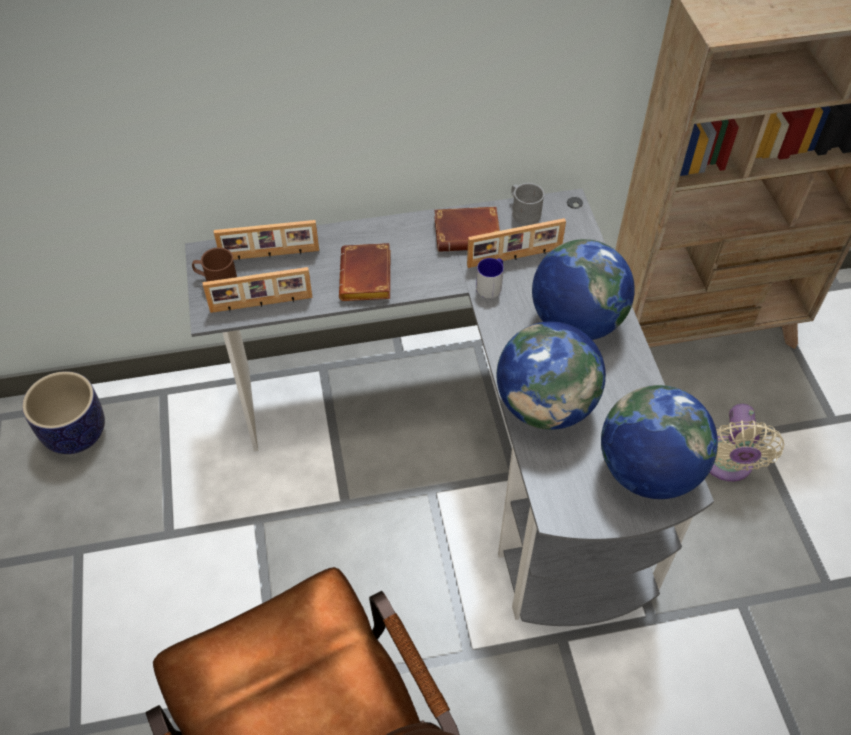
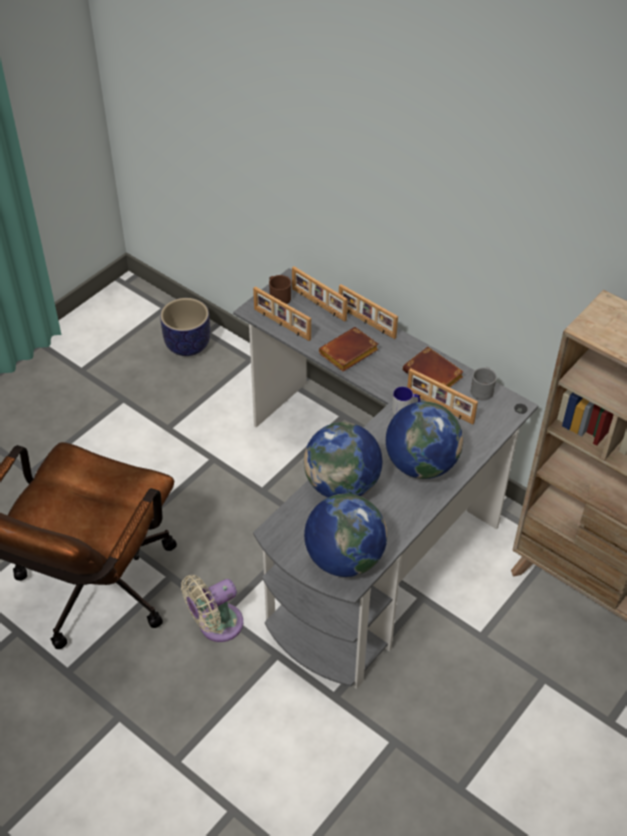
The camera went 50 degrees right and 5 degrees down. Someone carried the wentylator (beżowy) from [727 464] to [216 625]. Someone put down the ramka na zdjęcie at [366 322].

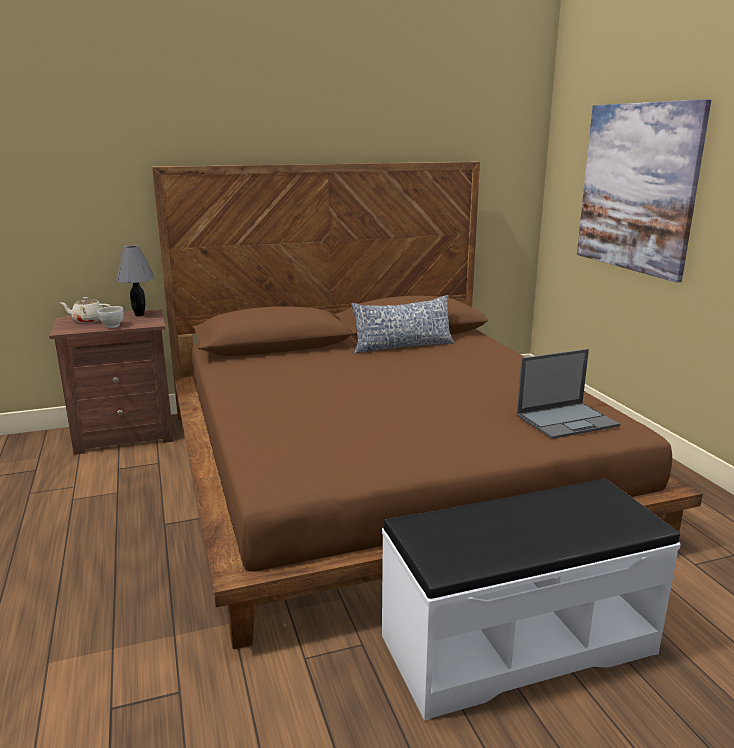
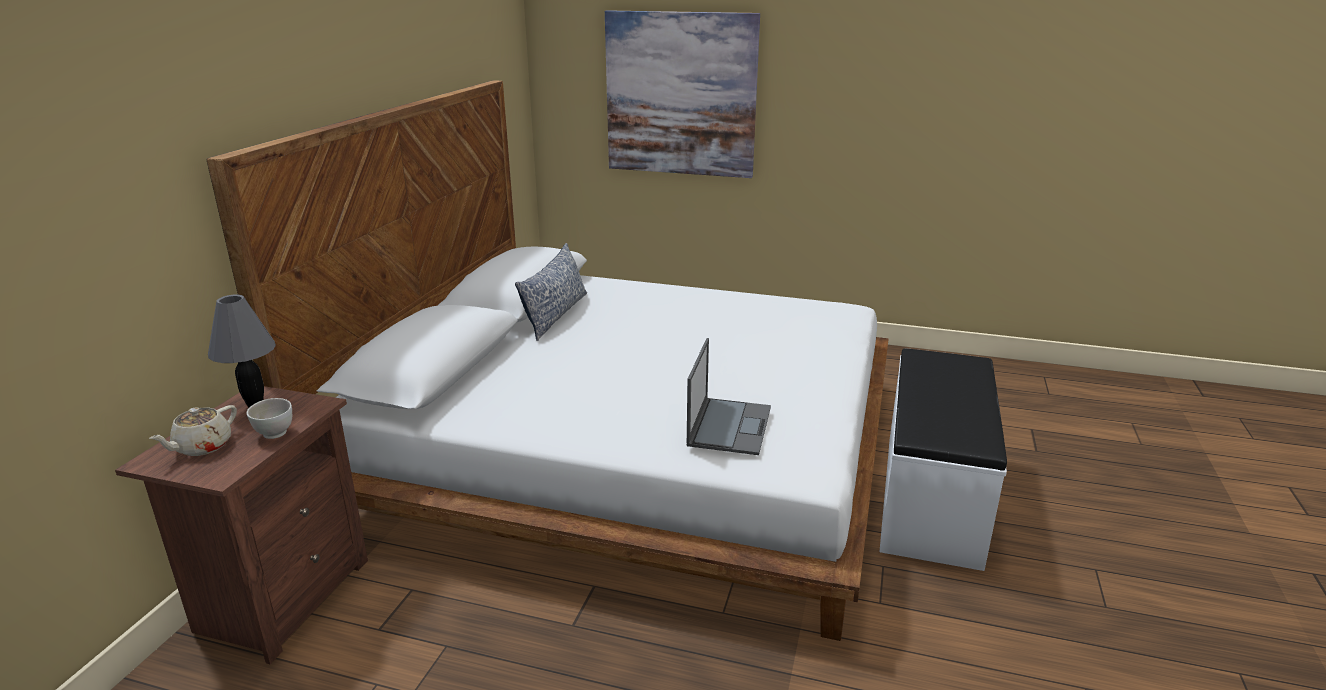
The camera went 55 degrees left and 5 degrees up. Someone repainted the łóżko (brązowy) at [385 470], which became the łóżko (biały) at [632 449]. Someone carried the laptop from [567 420] to [729 425].

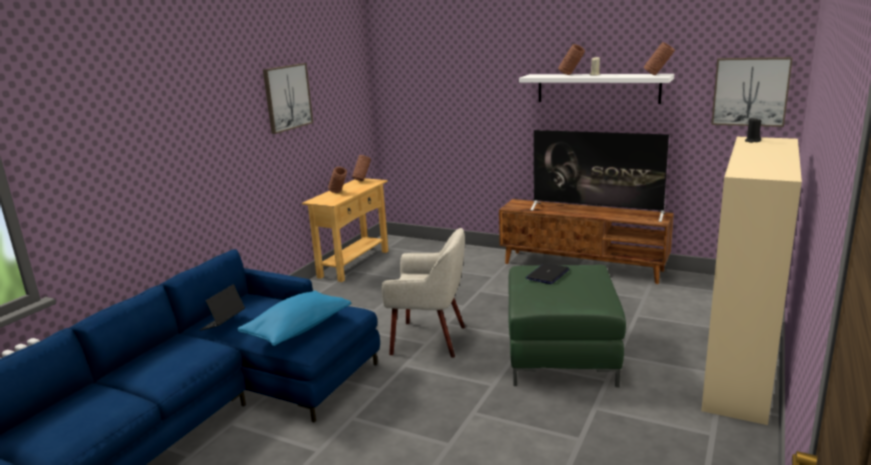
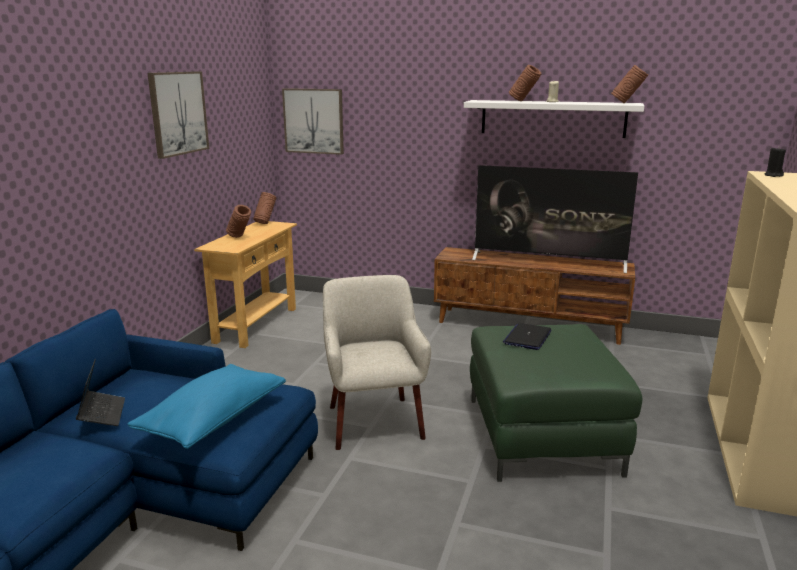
The camera went 10 degrees left and 0 degrees up. Someone rotated the laptop at [223 323] by 150 degrees clockwise. Someone rotated the fotel (beżowy) at [429 339] by 105 degrees counterclockwise. Someone carried the obraz from [750 91] to [313 121].

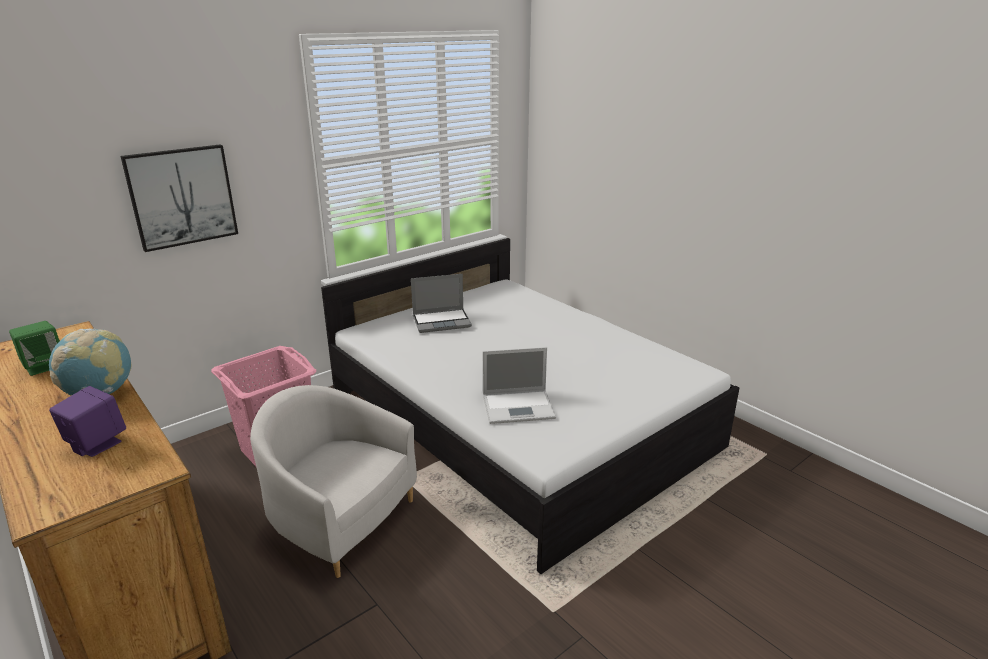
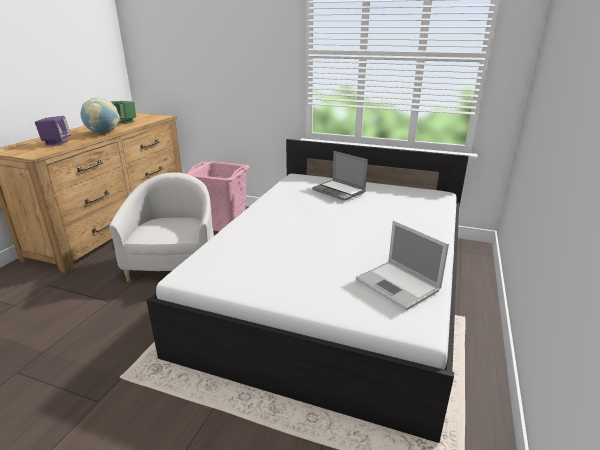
The camera went 60 degrees right and 0 degrees up. Someone took away the obraz at [182 196]. Someone carried the laptop from [519 406] to [398 285].

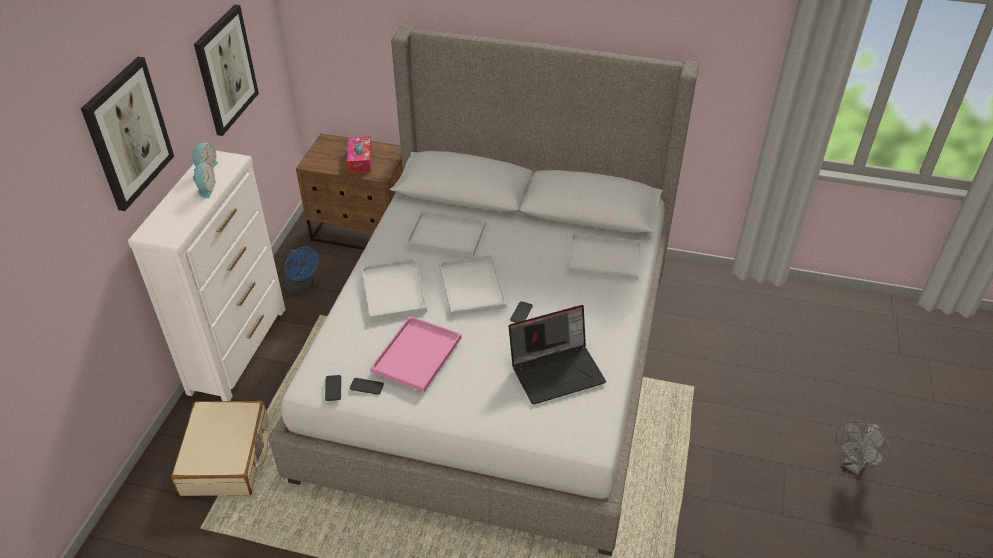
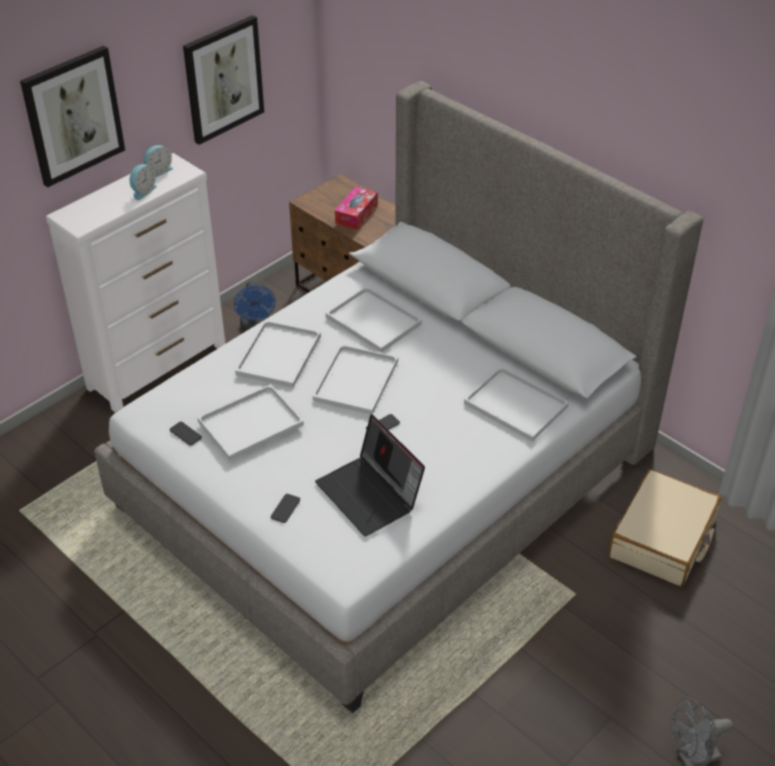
The camera went 30 degrees right and 0 degrees up. Someone carried the walizka (beżowy) from [226 457] to [663 539]. Someone carried the telefon from [333 388] to [285 508]. Someone repainted the taca (różowy) at [416 353], which became the taca (biały) at [251 422]. Someone rotated the laptop at [557 370] by 45 degrees clockwise.

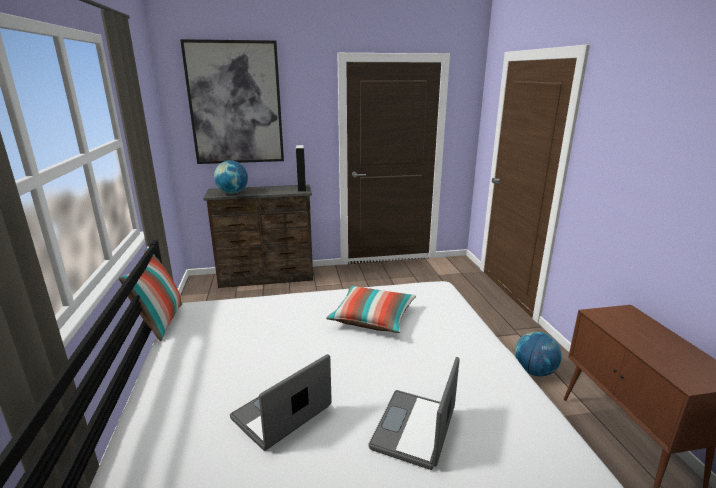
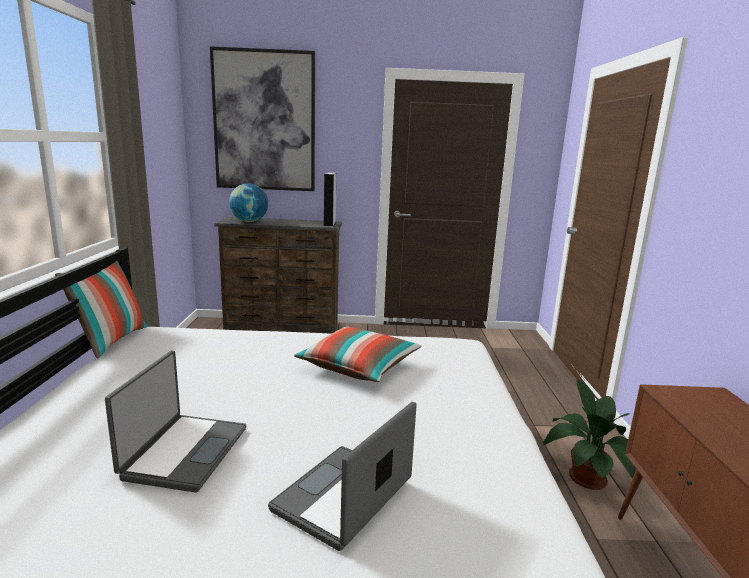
The camera went 10 degrees right and 5 degrees down. Someone rotated the laptop at [282 414] by 135 degrees clockwise. Someone swapped the globus at [534 371] for the roślina doniczkowa at [585 475].

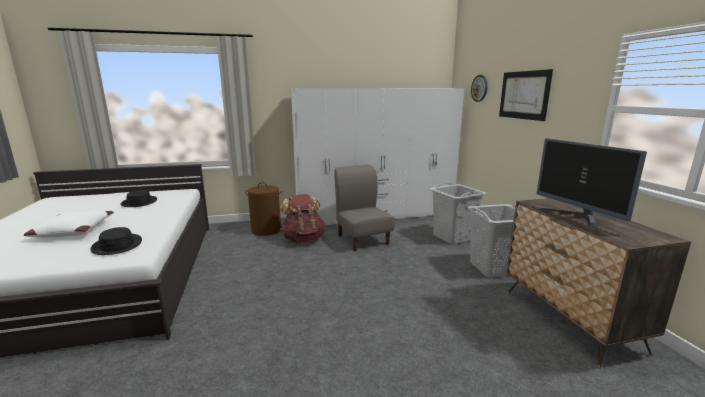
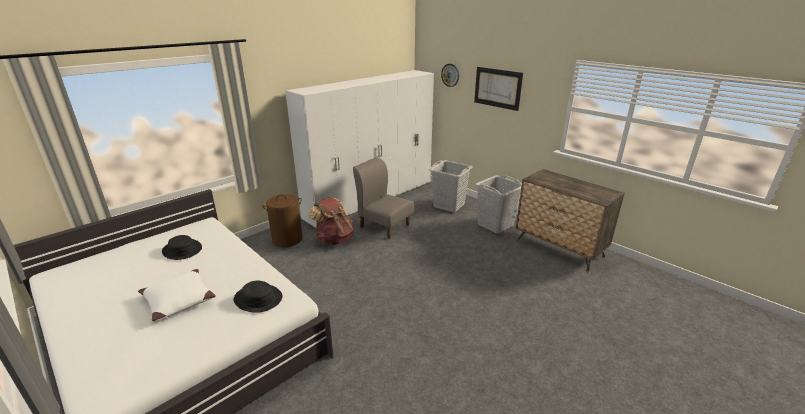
The camera went 30 degrees left and 10 degrees up. Someone took away the monitor at [577 218].

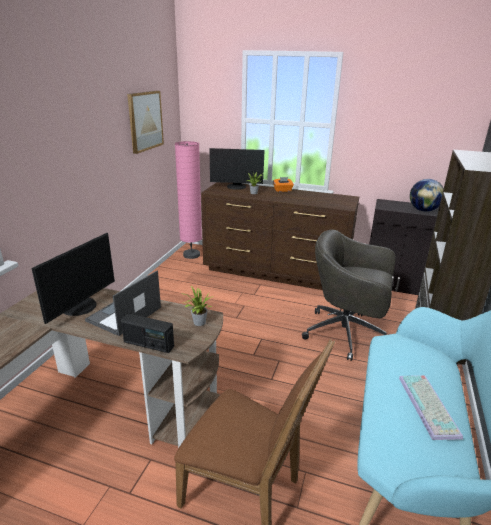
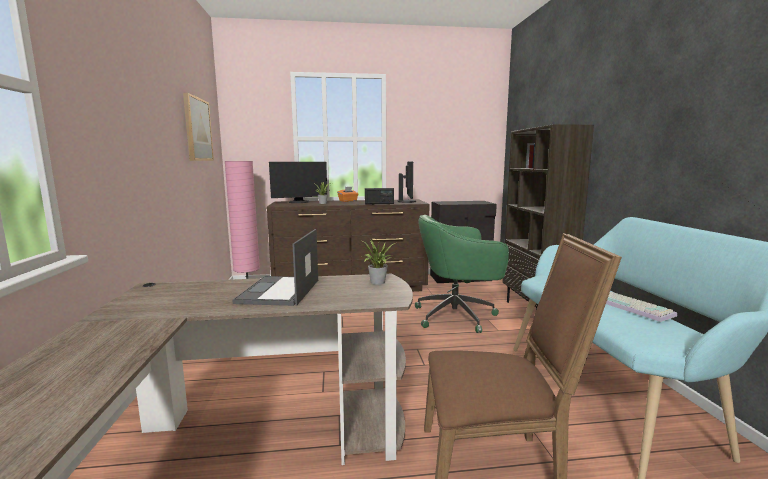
The camera went 25 degrees left and 15 degrees down. Someone carried the monitor from [81 307] to [407 201]. Someone carried the radio from [148 344] to [379 204]. Someone repainted the krzesło biurowe (szary) at [346 334], which became the krzesło biurowe (zielony) at [457 316]. Someone took away the globus at [423 210].

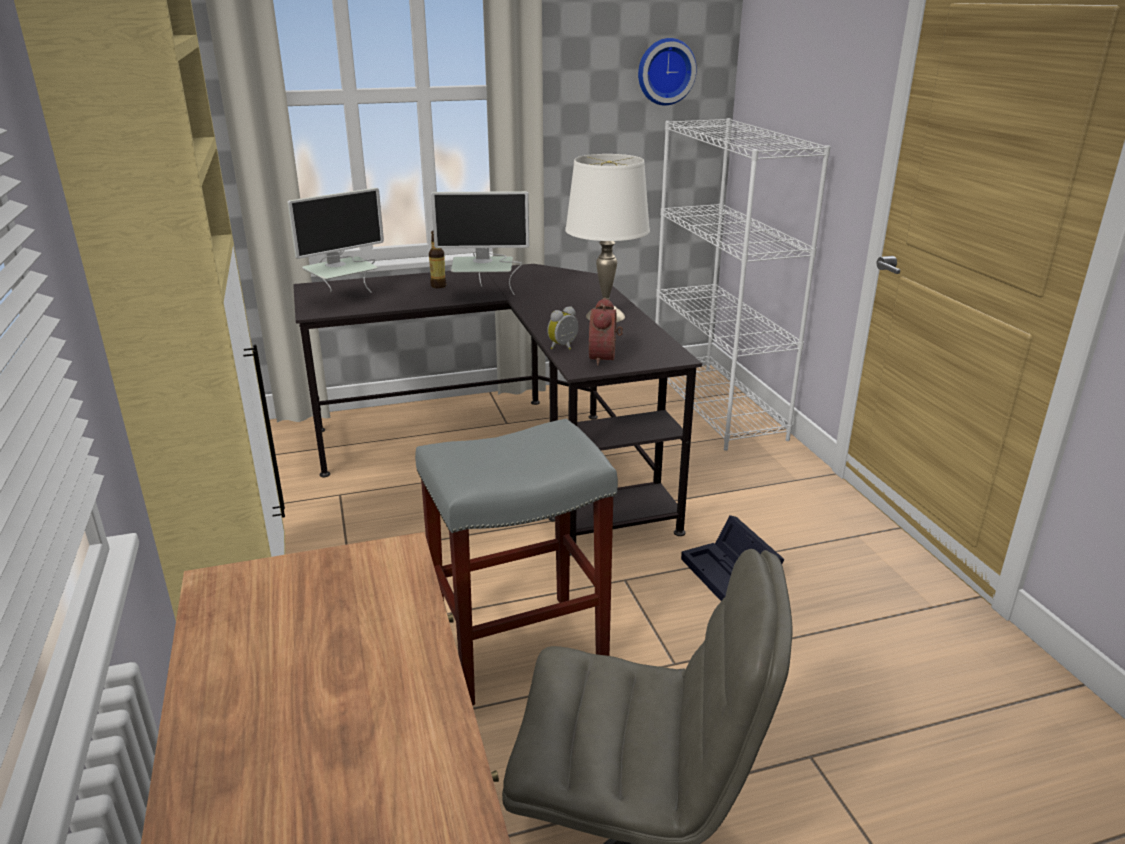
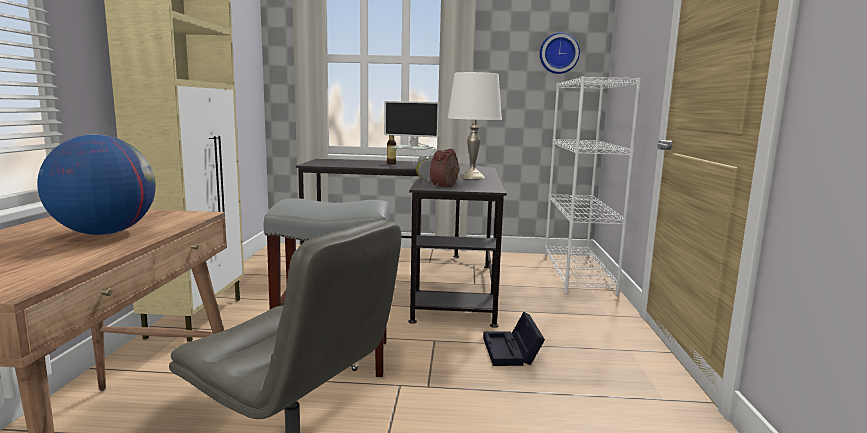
The camera went 20 degrees right and 15 degrees down. Someone took away the monitor at [344 299]. Someone put down the globus at [104 233].

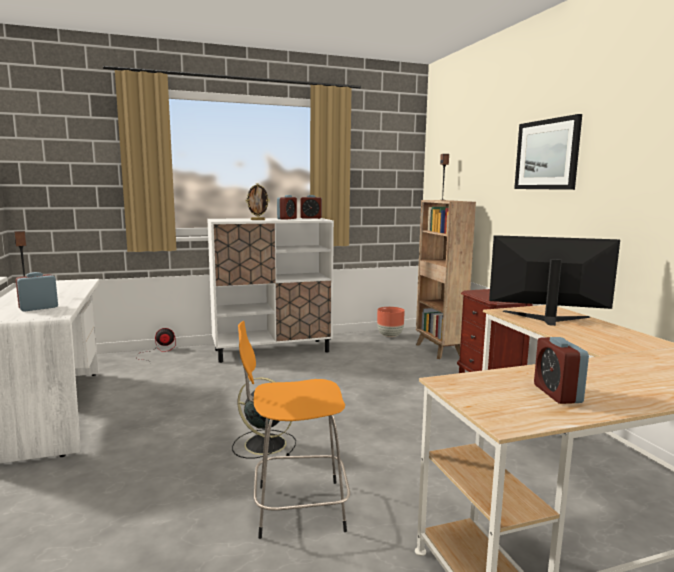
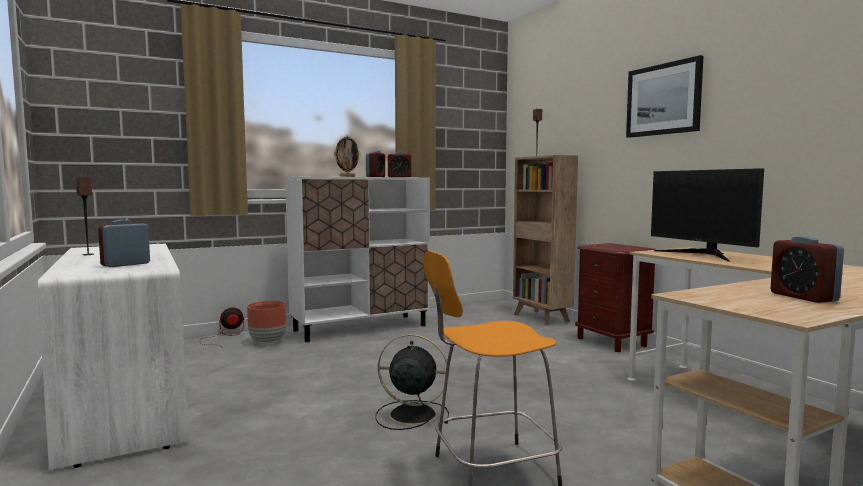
The camera went 10 degrees left and 5 degrees down. Someone carried the donica (brązowy) from [390 336] to [268 342]. Someone rotated the monitor at [548 318] by 120 degrees counterclockwise.

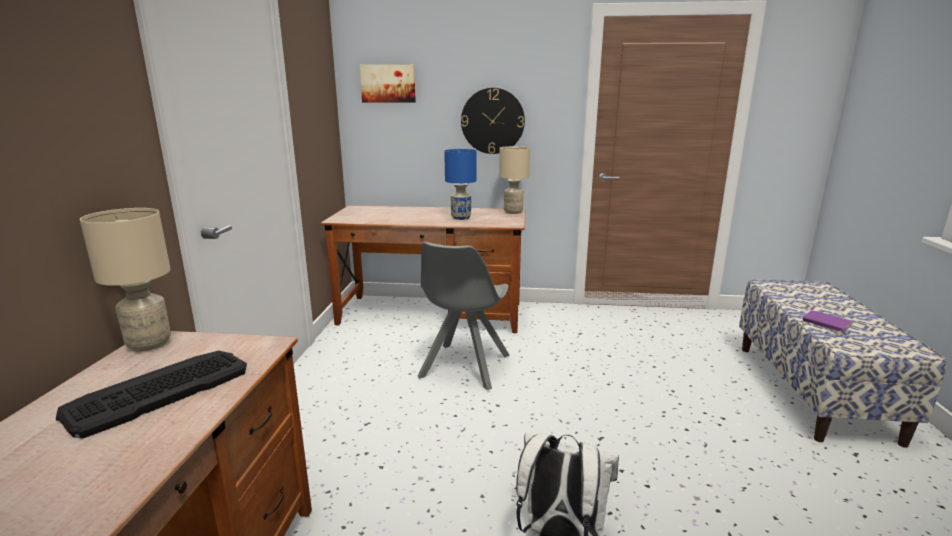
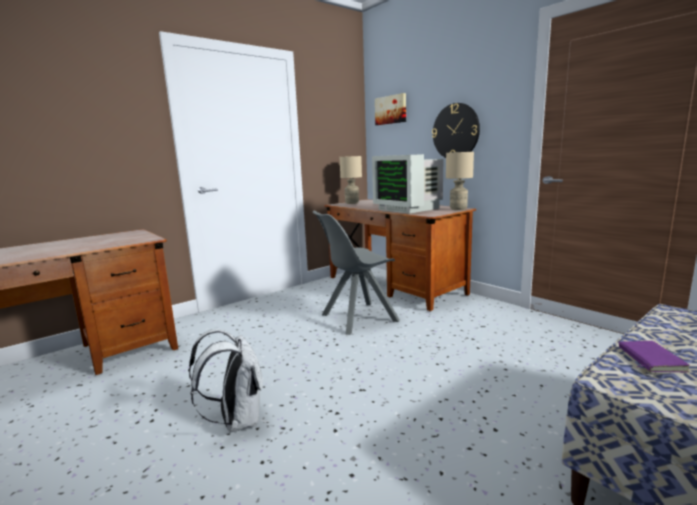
The camera went 45 degrees right and 5 degrees down. Someone took away the klawiatura at [158 390]. Someone carried the lampa stołowa (beżowy) from [150 343] to [352 203]. Someone swapped the lampa stołowa (niebieski) at [461 217] for the monitor at [409 209].

